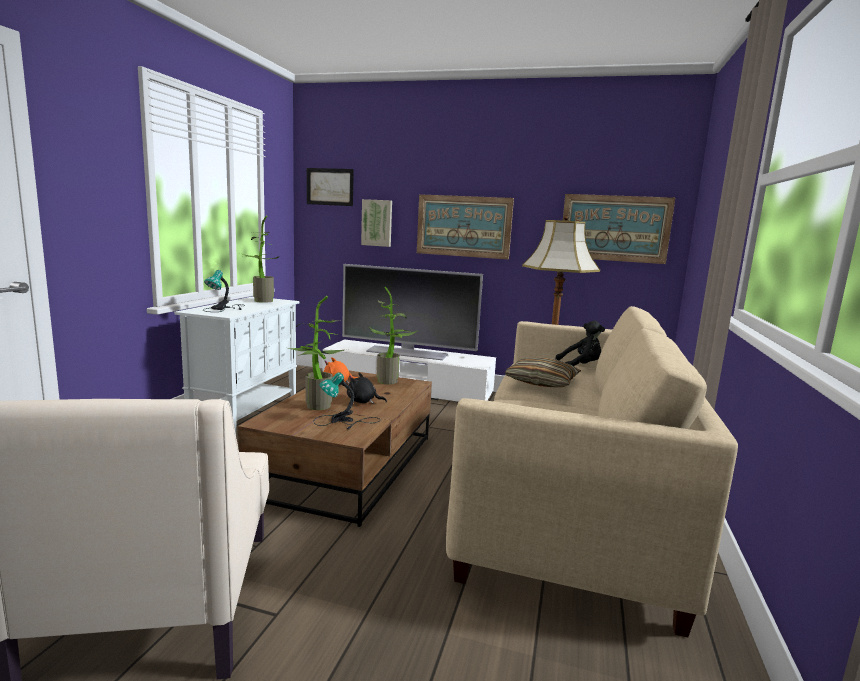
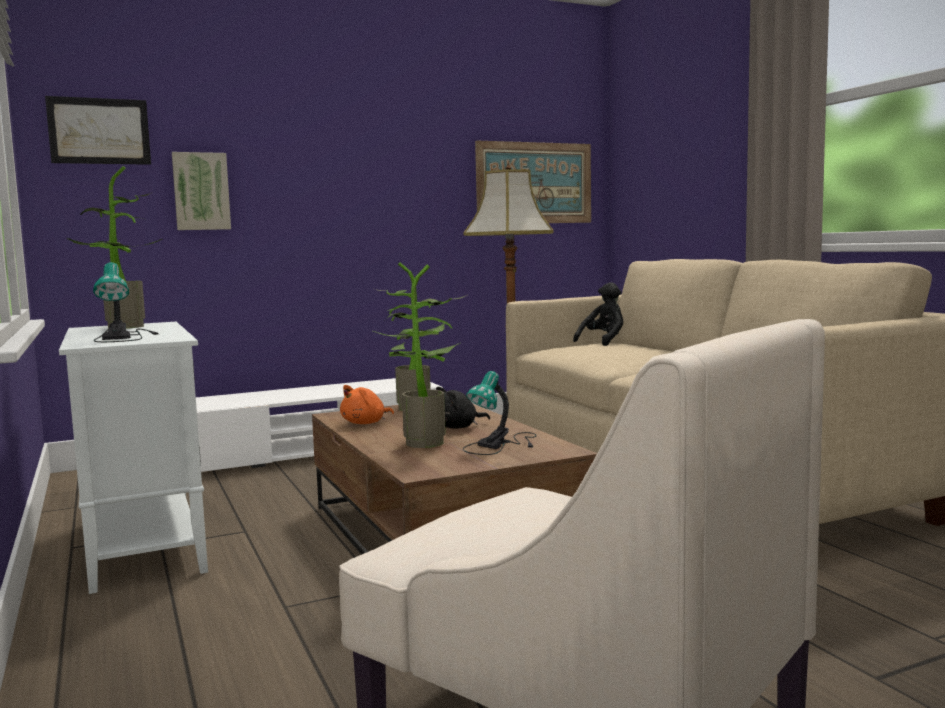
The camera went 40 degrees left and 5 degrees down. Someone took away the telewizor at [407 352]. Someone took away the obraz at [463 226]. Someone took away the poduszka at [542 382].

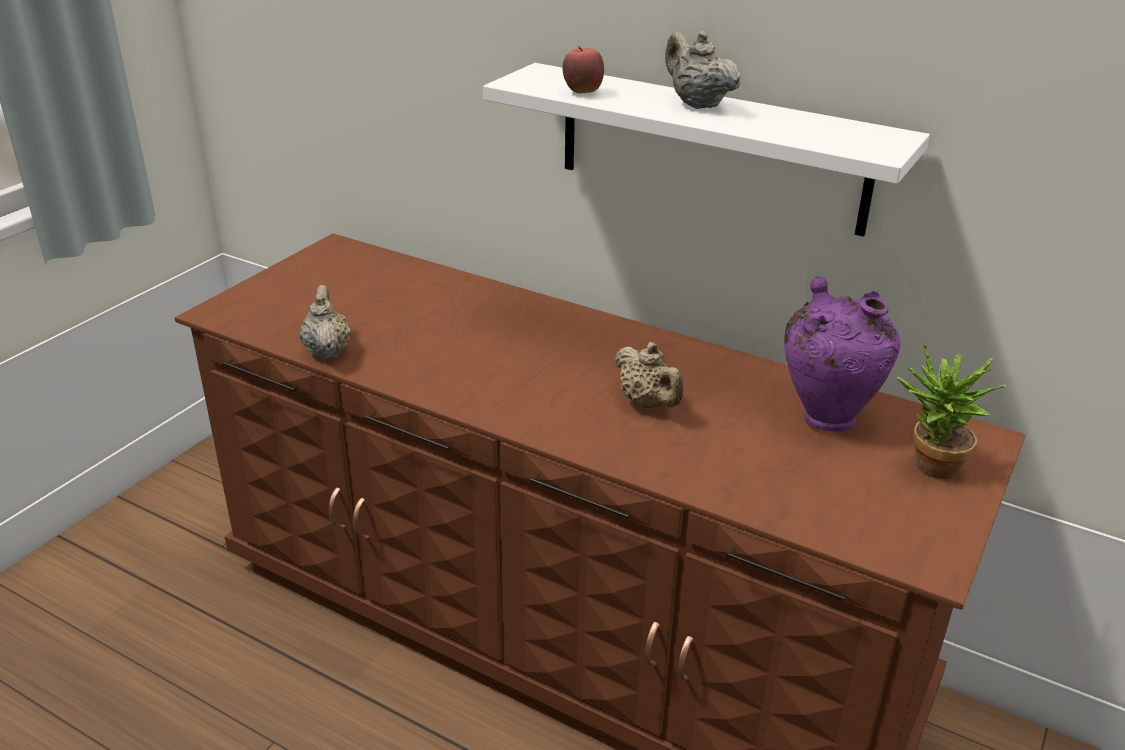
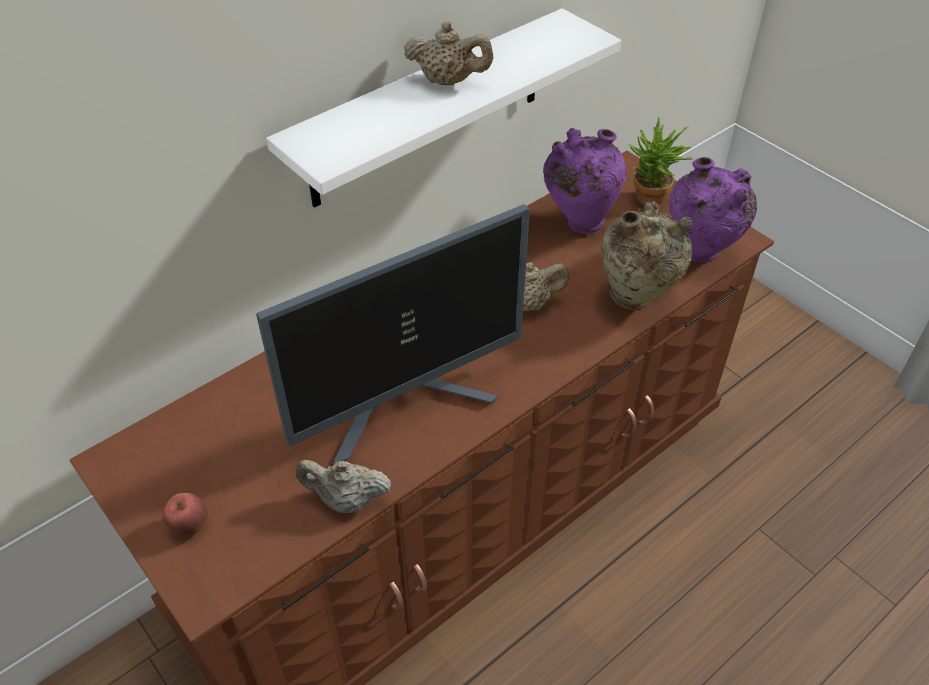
The camera went 70 degrees left and 15 degrees up. Someone carried the jabłko from [582 92] to [190 526]. Someone rotated the imbryk (beżowy) at [697 104] by 150 degrees counterclockwise. Someone put down the monitor at [406 404]. Someone put down the wazon (beżowy) at [636 300]. Someone put down the wazon (fioletowy) at [700 255].

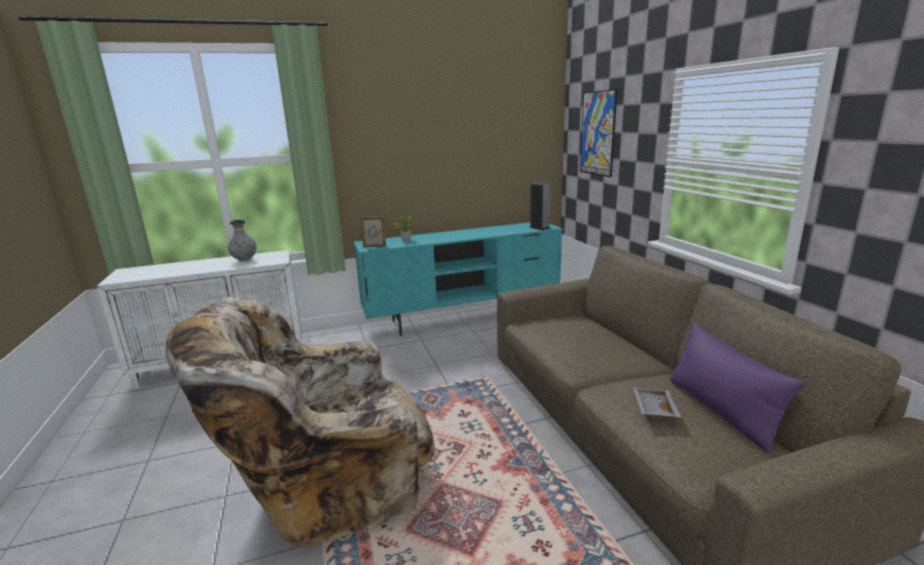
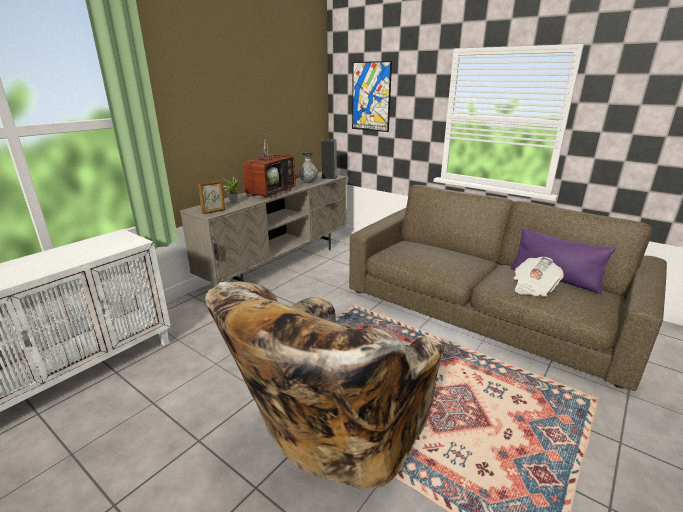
The camera went 35 degrees left and 5 degrees up. Someone carried the wazon (szary) from [244 260] to [308 183]. Someone repainted the szafka pod telewizor (turkusowy) at [464 317], which became the szafka pod telewizor (beżowy) at [280 264]. Someone swapped the taca (szary) at [653 409] for the gazeta at [533 287]. Someone put down the telewizor at [271 192].

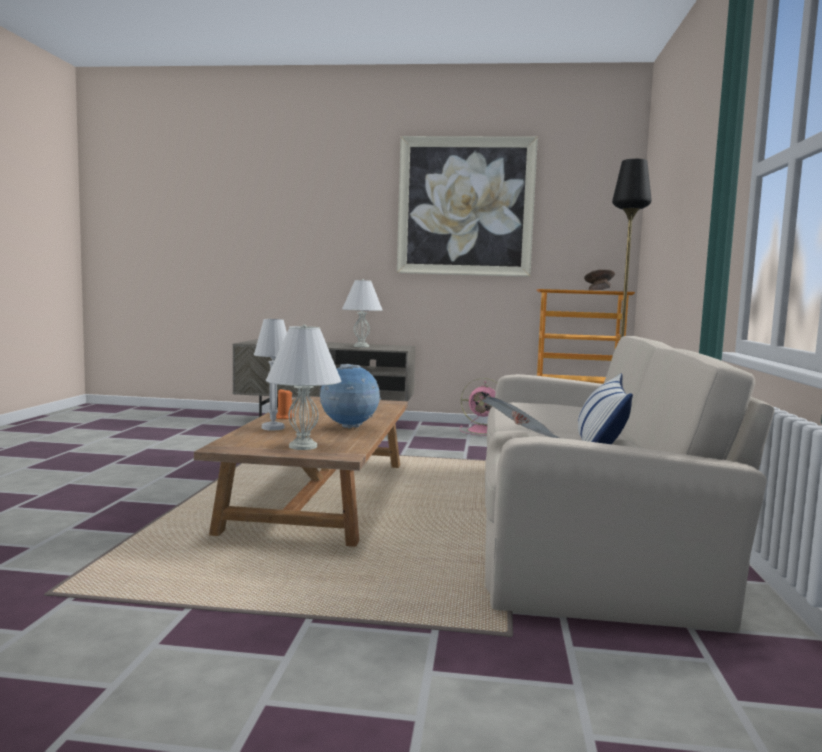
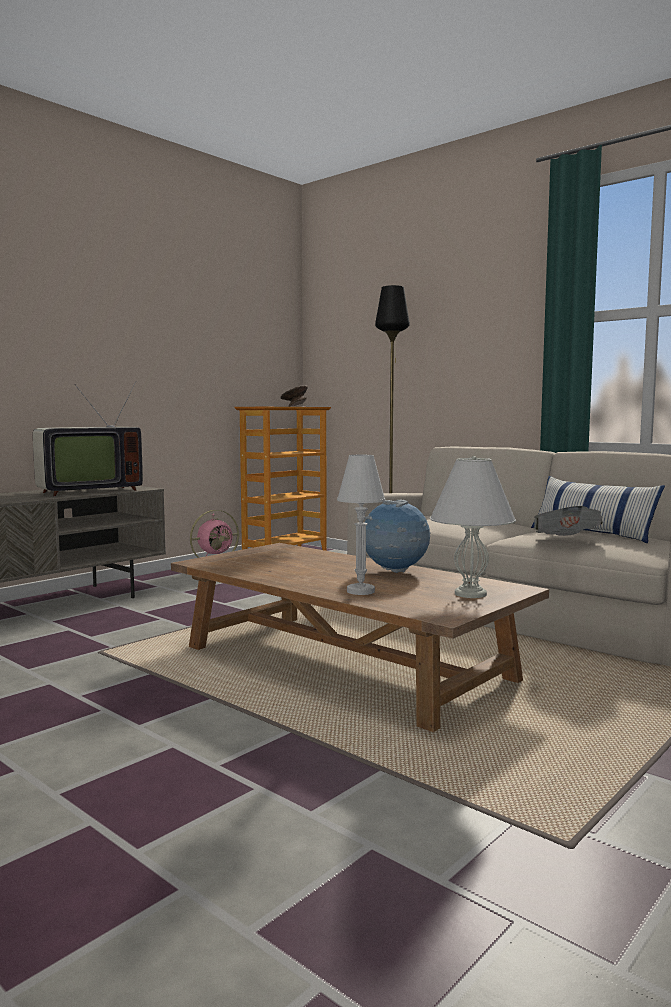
The camera went 55 degrees left and 0 degrees up. Someone took away the świeca (pomarańczowy) at [284 417]. Someone swapped the lampa stołowa (biały) at [361 346] for the telewizor at [87 491]. Someone took away the obraz at [465 207].

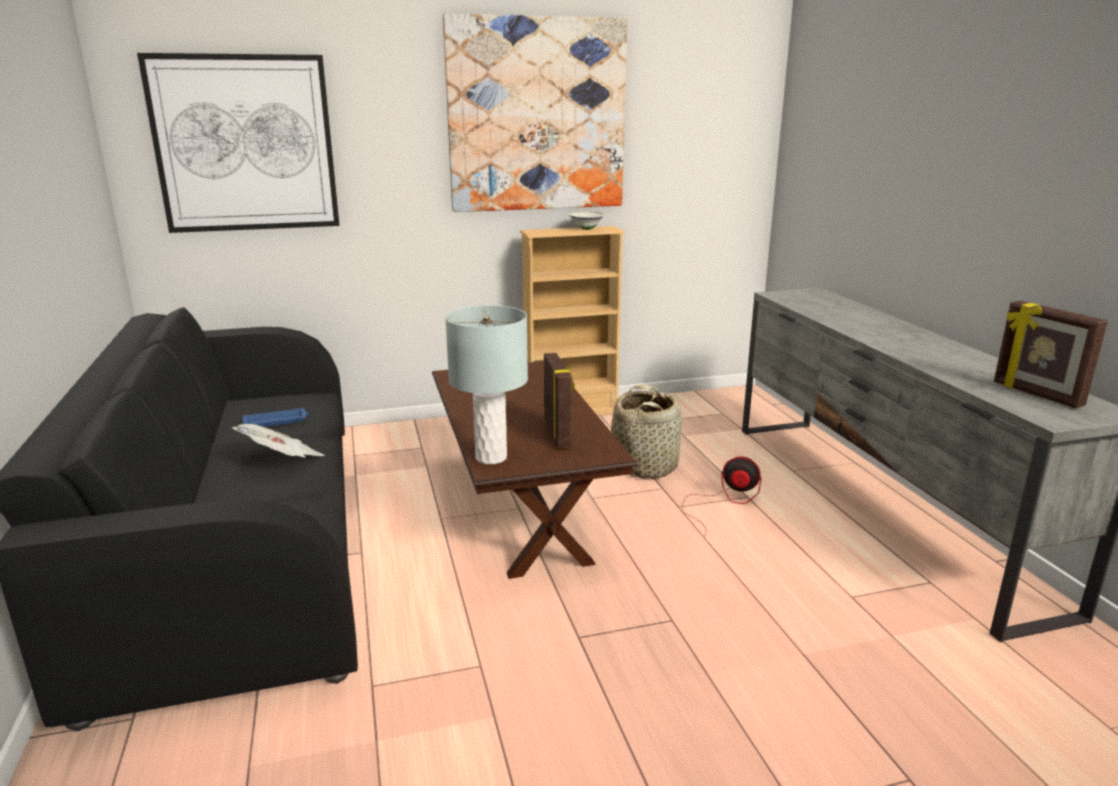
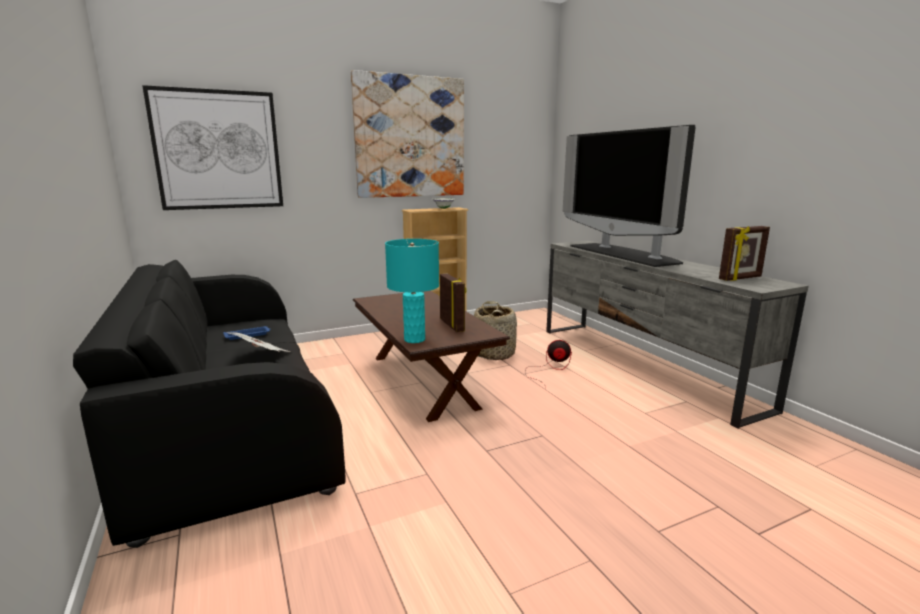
The camera went 10 degrees left and 5 degrees down. Someone repainted the lampa stołowa (szary) at [491 457], which became the lampa stołowa (turkusowy) at [415 339]. Someone rotated the ramka na zdjęcie at [1036 394] by 75 degrees counterclockwise. Someone put down the telewizor at [623 254].

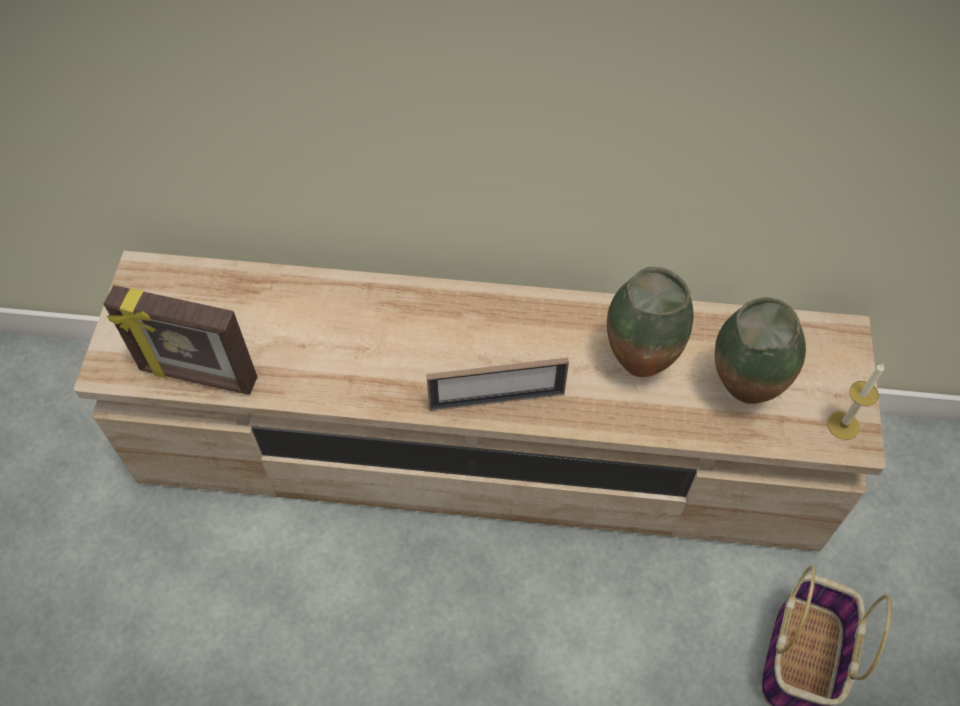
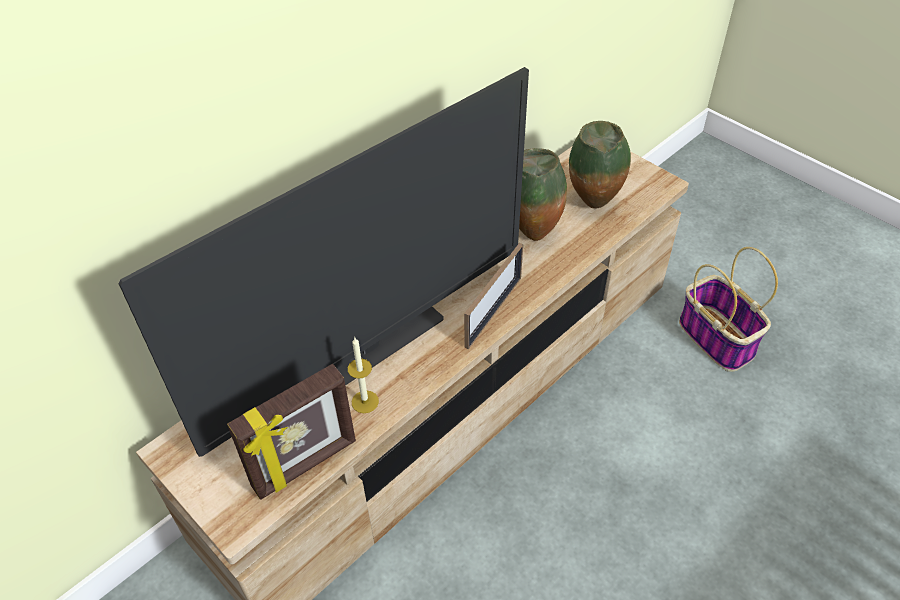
The camera went 50 degrees left and 10 degrees down. Someone carried the świeca from [843 425] to [365 401]. Someone put down the telewizor at [372 352].

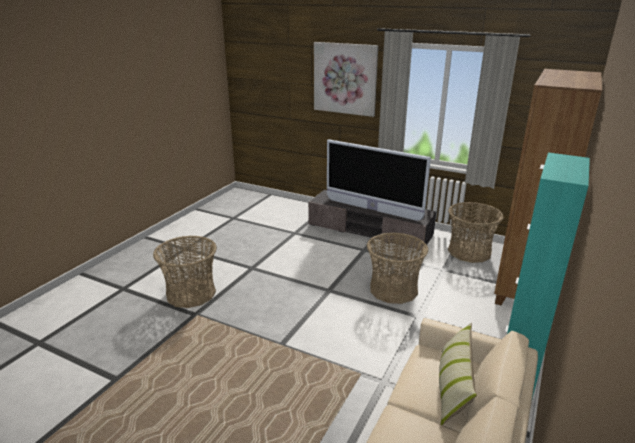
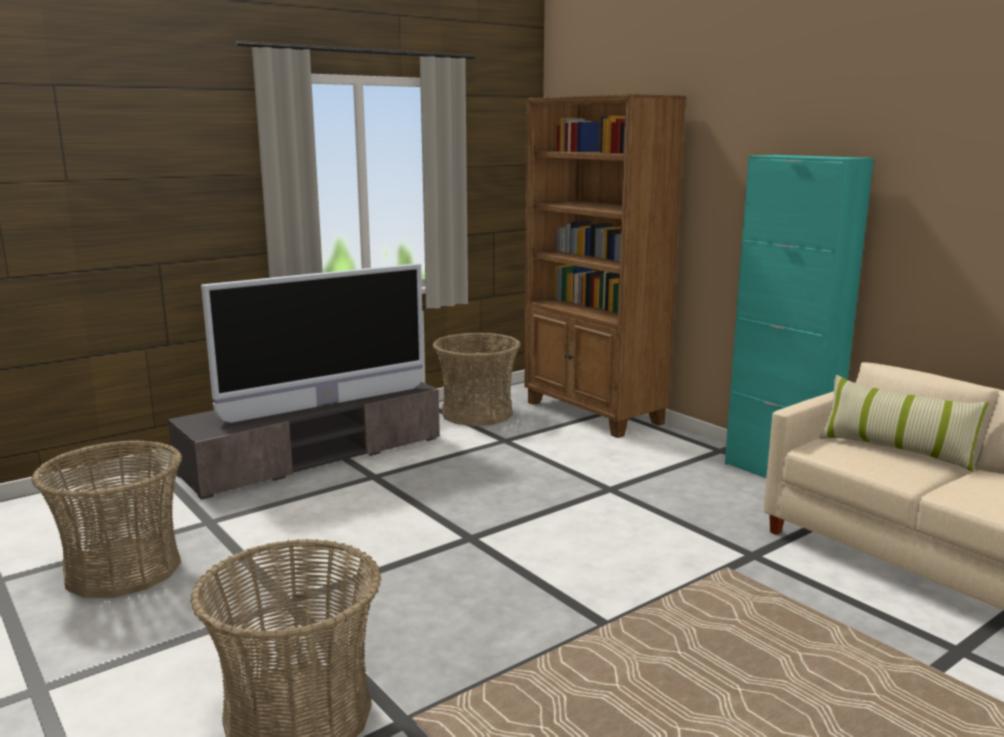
The camera went 65 degrees left and 10 degrees down. Someone took away the obraz at [345 79]. Someone carried the koszyk from [393 289] to [123 569].

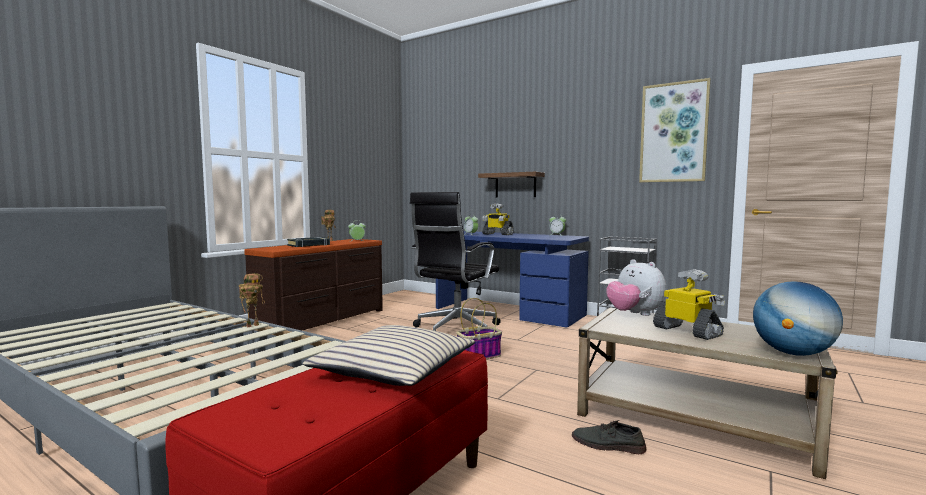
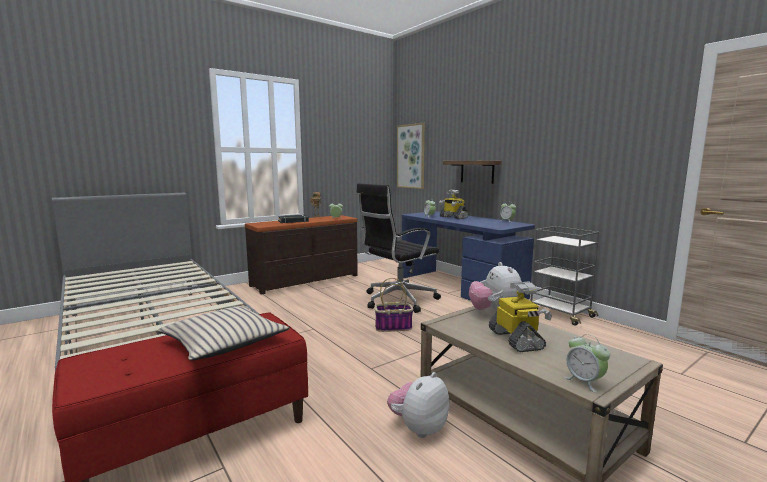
The camera went 20 degrees right and 5 degrees up. Someone took away the robot zabawkowy at [253 325]. Someone swapped the but (szary) at [607 445] for the pluszak at [418 428]. Someone carried the obraz from [673 133] to [411 156]. Someone swapped the globus at [793 353] for the budzik at [584 382].

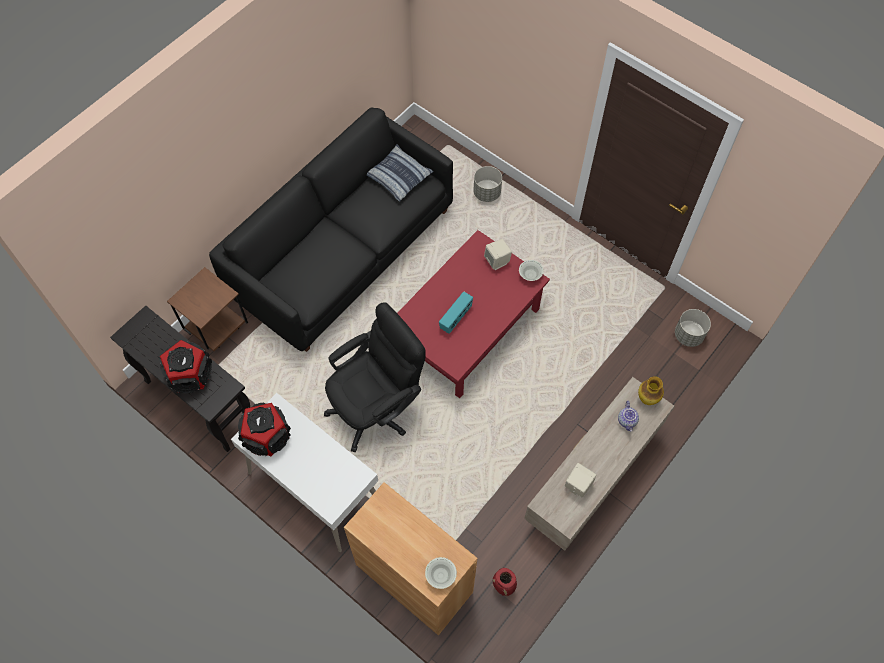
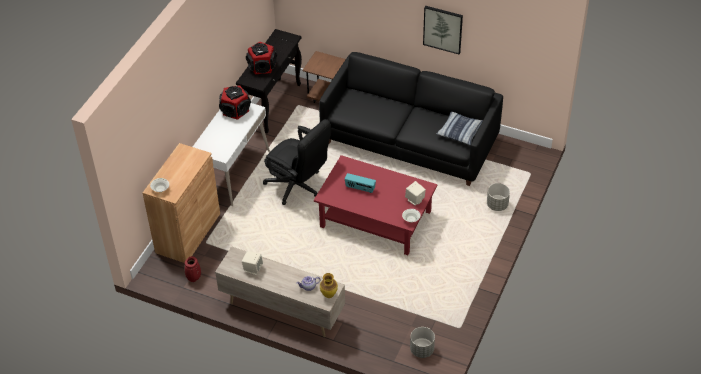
The camera went 75 degrees right and 15 degrees down. Someone put up the obraz at [443 29].

